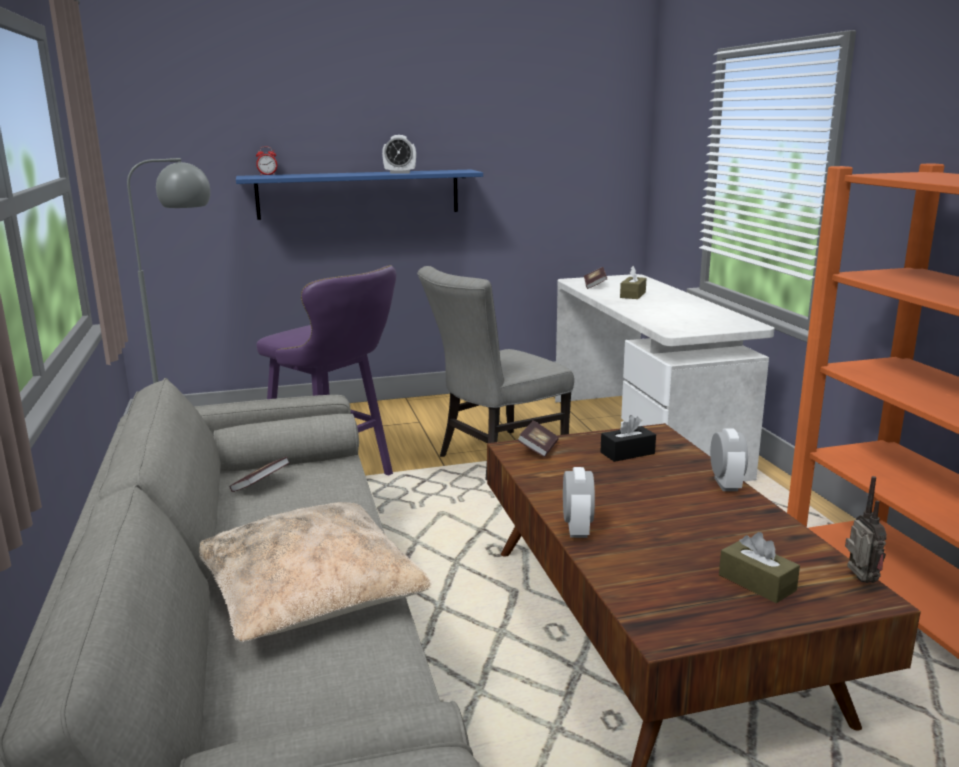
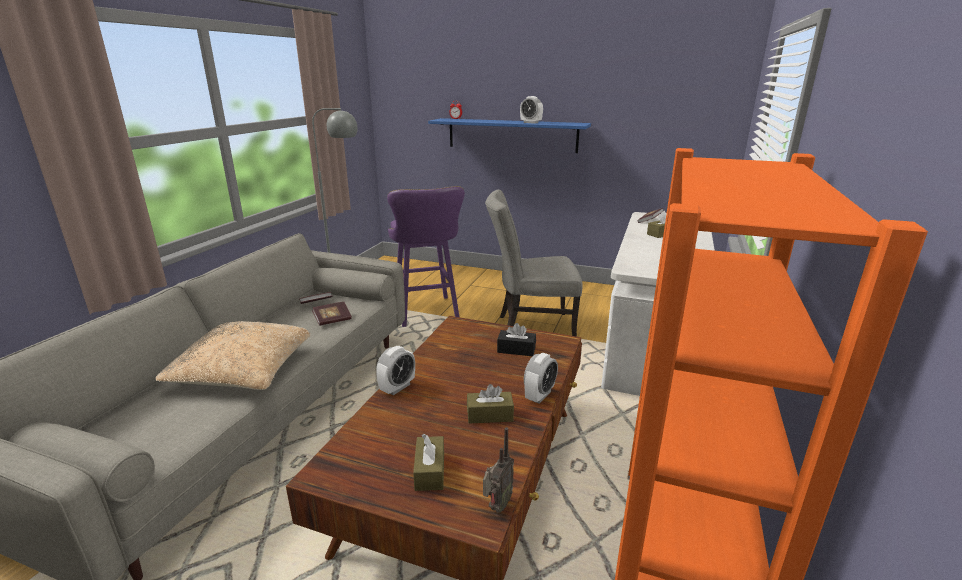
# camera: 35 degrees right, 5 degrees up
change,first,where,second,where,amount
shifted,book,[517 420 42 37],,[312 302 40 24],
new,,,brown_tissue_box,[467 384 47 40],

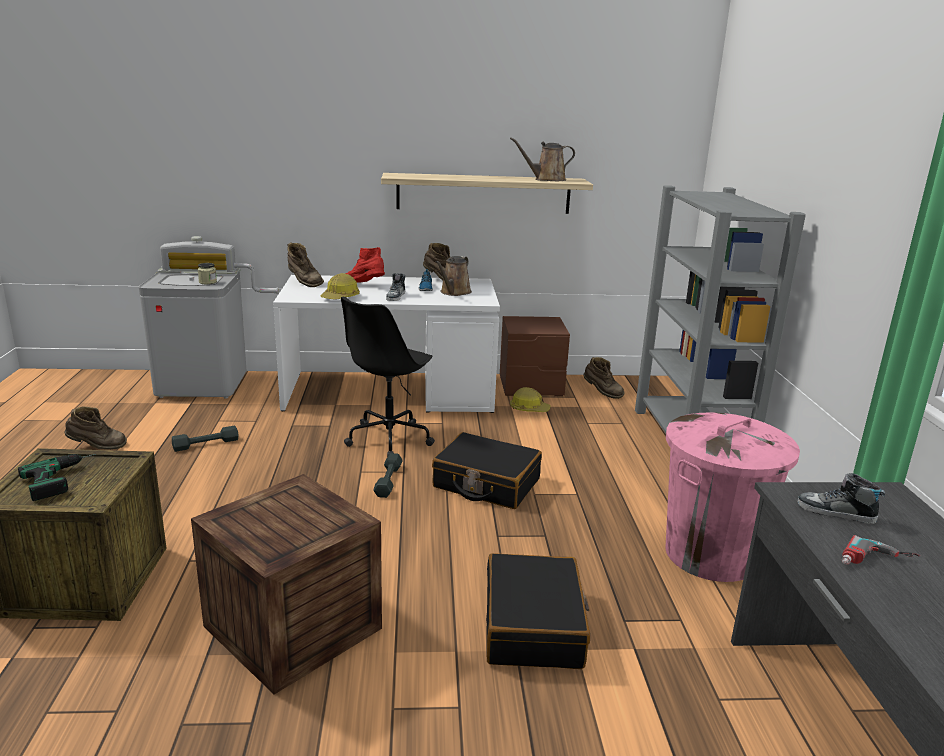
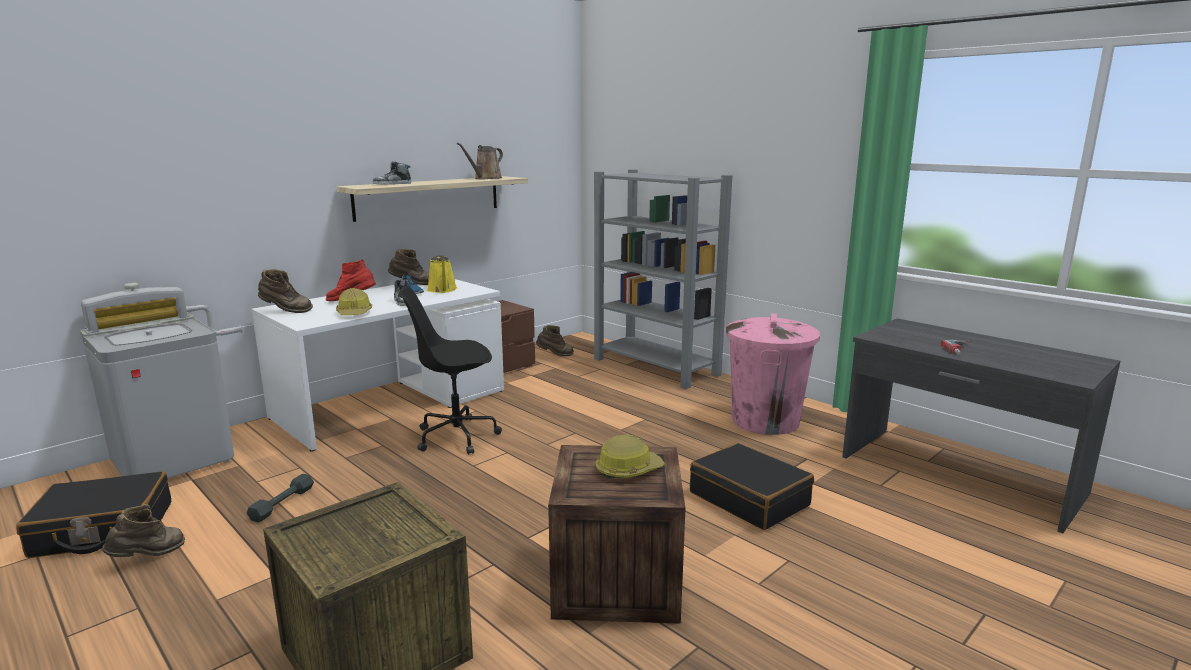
# camera: 40 degrees left, 5 degrees down
change,first,where,second,where,amount
gone,power_drill,[18 454 78 47],,,
gone,jar,[198 263 19 21],,,
rotated,black_office_chair,[341 297 94 160],,[398 286 104 168],90 degrees clockwise
gone,grey_dumbbell,[373 453 30 45],,,
shifted,black_suitcase,[432 432 110 77],,[16 472 155 86],
repainted,brown_watering_can,[435 256 37 40],yellow_watering_can,[427 255 30 38],
shifted,hard_hat,[510 387 41 25],,[596 435 69 44],
shifted,shoe,[797 473 88 51],,[373 161 38 24],

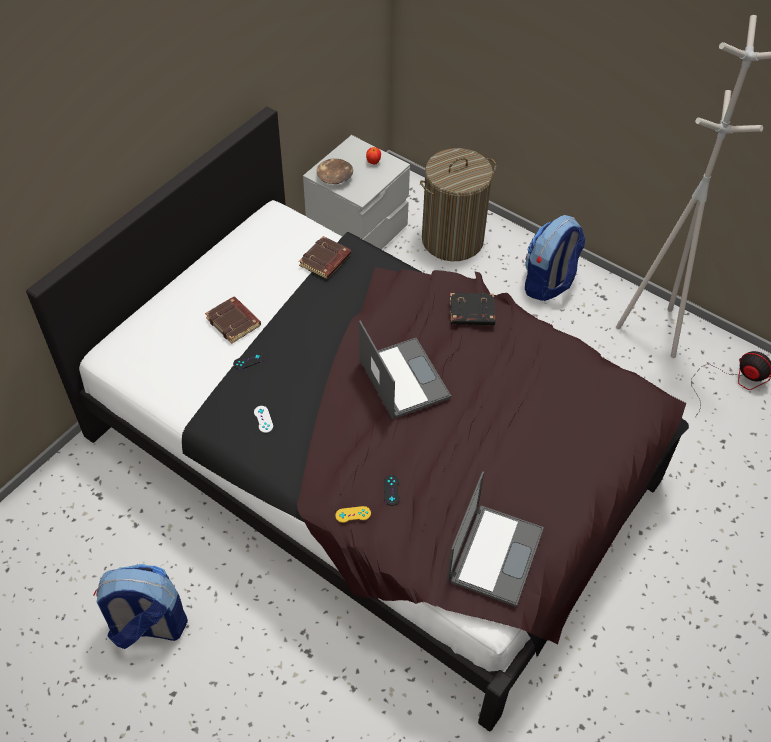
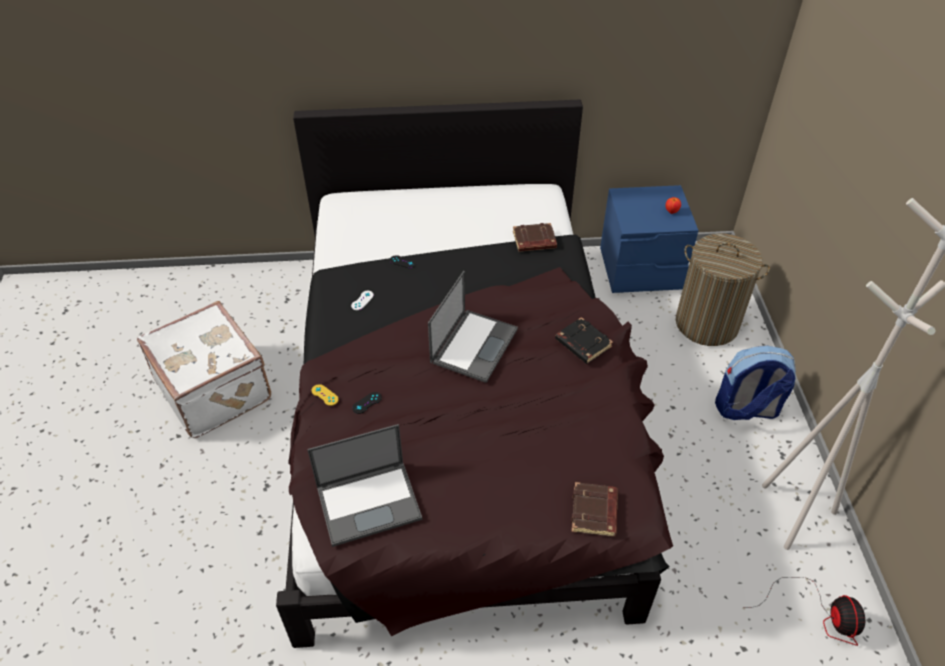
# camera: 50 degrees right, 5 degrees down
change,first,where,second,where,amount
swapped,backpack,[94 564 94 85],white_suitcase,[137 301 134 137],
shifted,brown_book,[205 297 56 47],,[571 482 47 55],
repainted,white_nightstand,[303 135 107 115],blue_nightstand,[600 185 99 108],
gone,brown_bowl,[317 159 36 25],,,

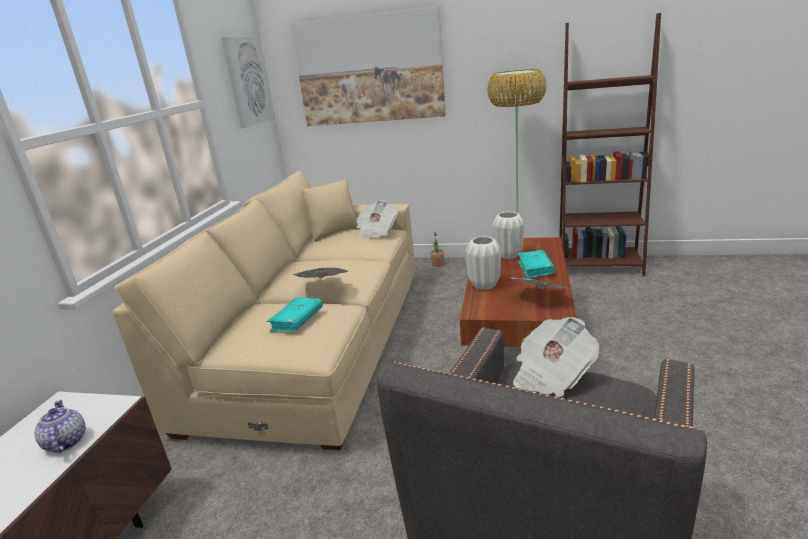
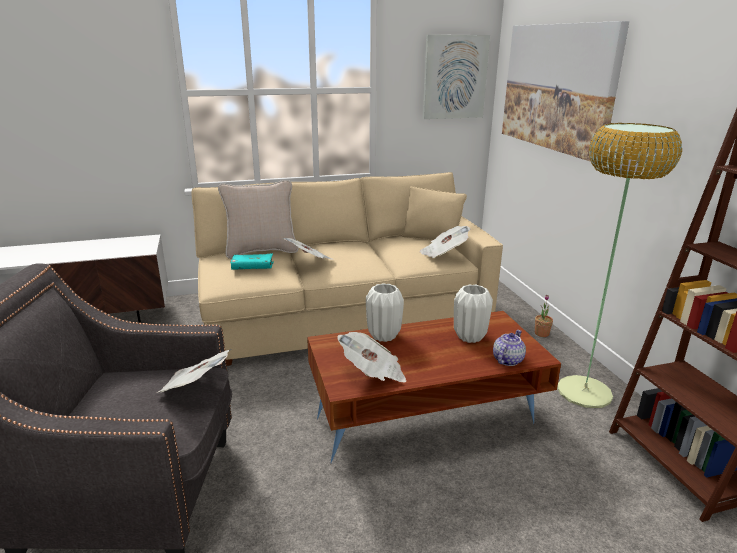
# camera: 60 degrees right, 0 degrees up
change,first,where,second,where,amount
shifted,teapot,[34 400 52 53],,[493 330 33 36],
gone,turquoise_book,[518 250 37 29],,,
new,,,beige_pillow,[218 180 81 79],

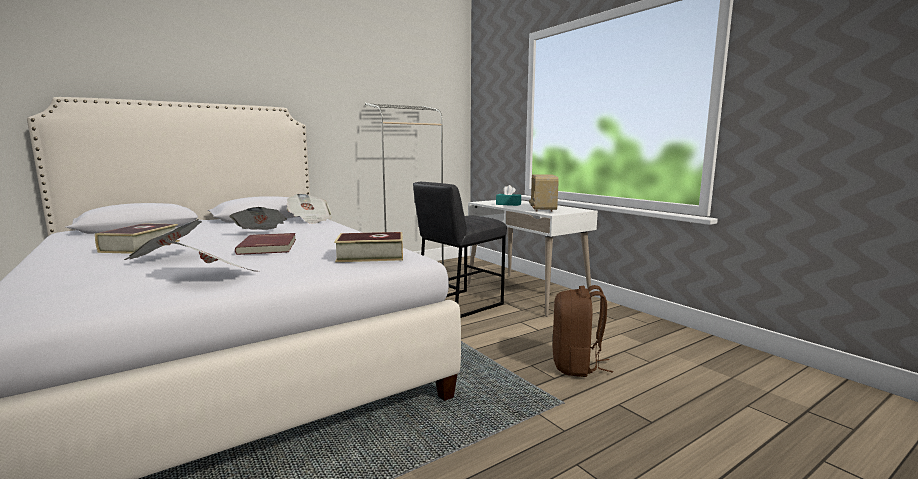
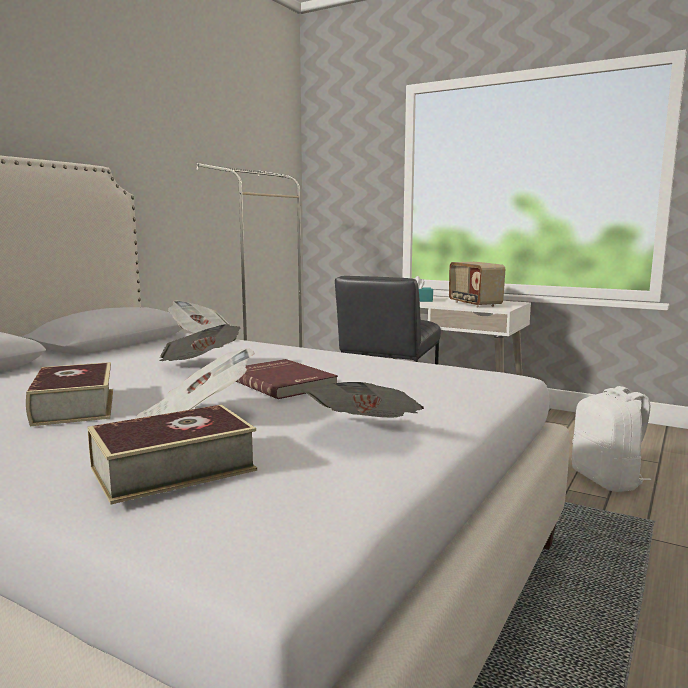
# camera: 25 degrees left, 0 degrees up
change,first,where,second,where,amount
shifted,book,[334 232 69 30],,[87 405 170 99],
repainted,brown_backpack,[553 285 60 92],white_backpack,[572 386 79 106],

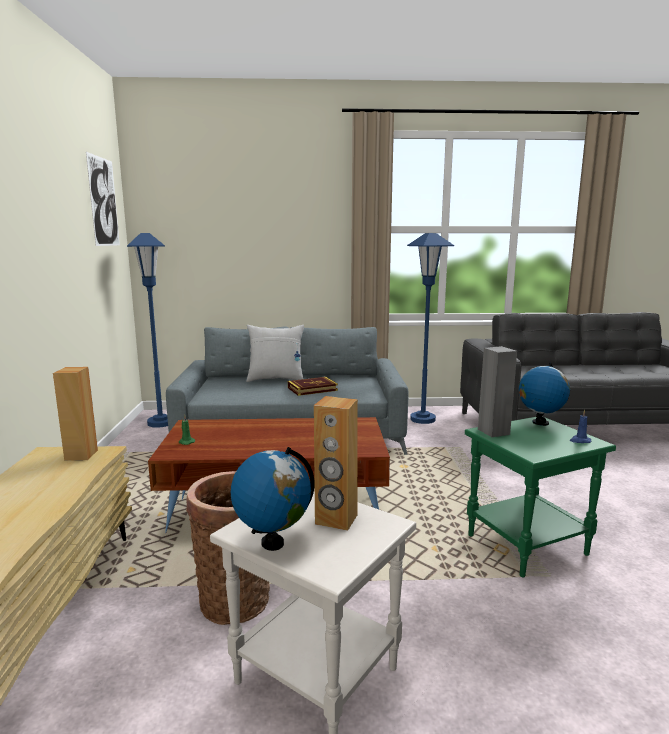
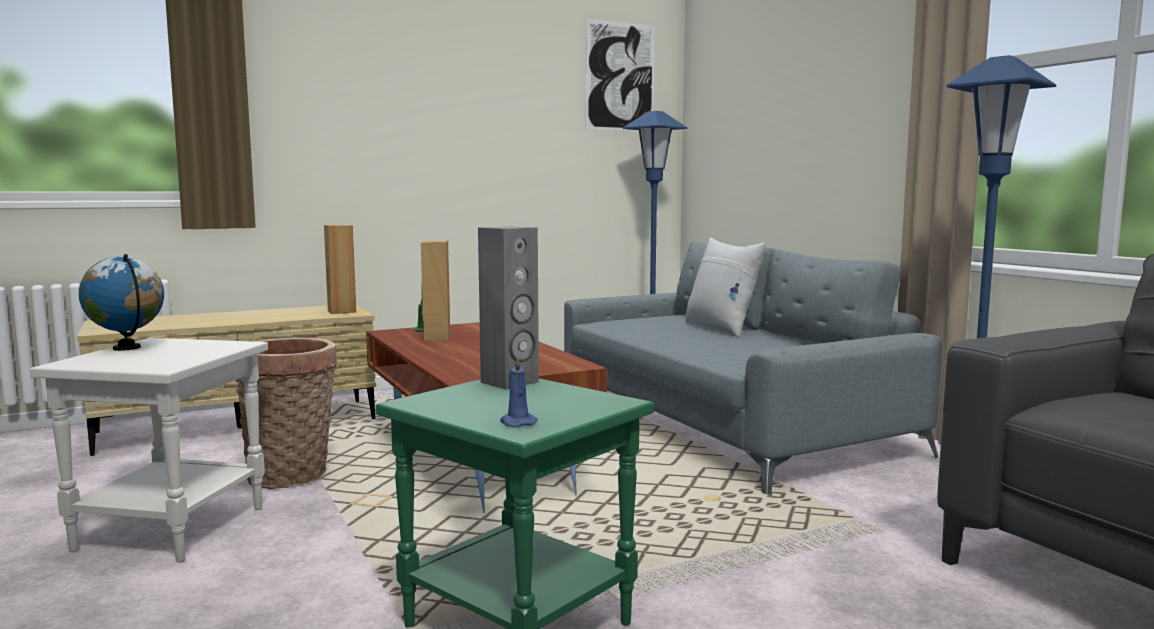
# camera: 65 degrees right, 5 degrees down
change,first,where,second,where,amount
gone,book,[288 377 50 19],,,
shifted,brown_speaker,[314 396 44 135],,[421 241 29 100],
gone,globe,[519 363 51 63],,,

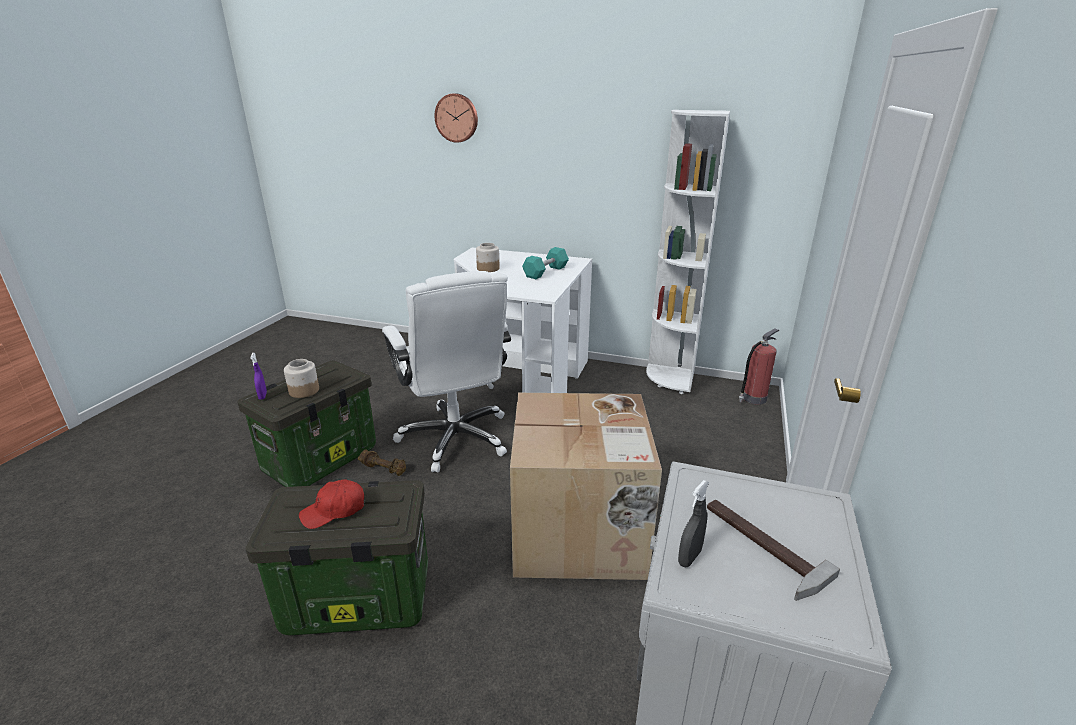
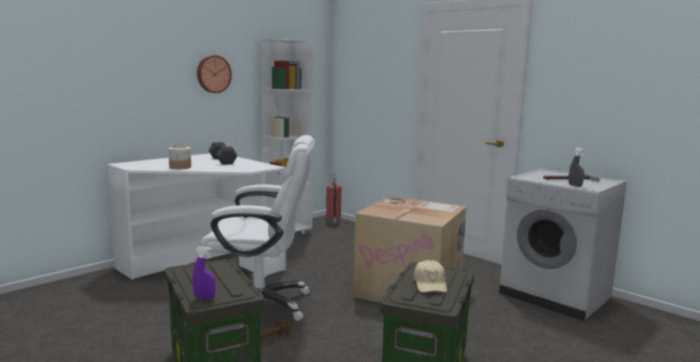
# camera: 65 degrees left, 15 degrees down
change,first,where,second,where,amount
gone,jar,[284 359 35 39],,,
repainted,red_cap,[299 479 65 50],beige_cap,[413 260 34 33],
shifted,wall_clock,[434 93 44 50],,[197 55 35 38],
repainted,turquoise_dumbbell,[522 247 47 32],black_dumbbell,[208 142 29 23],

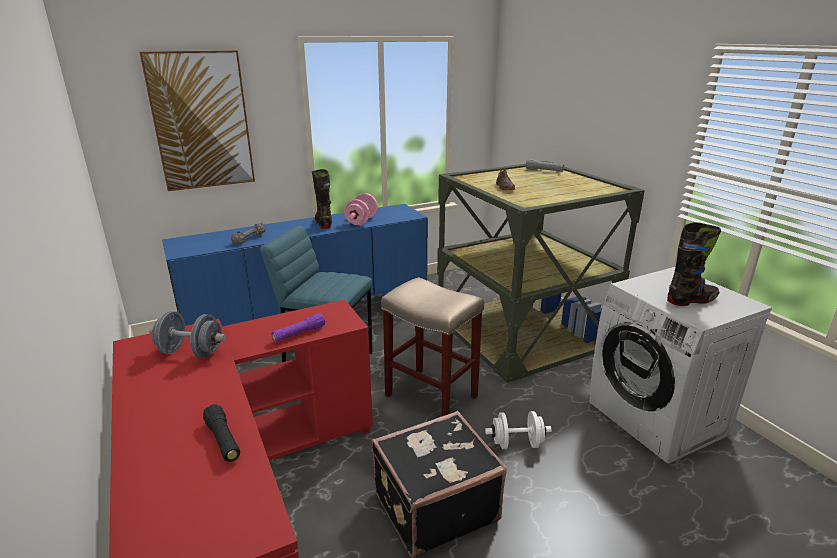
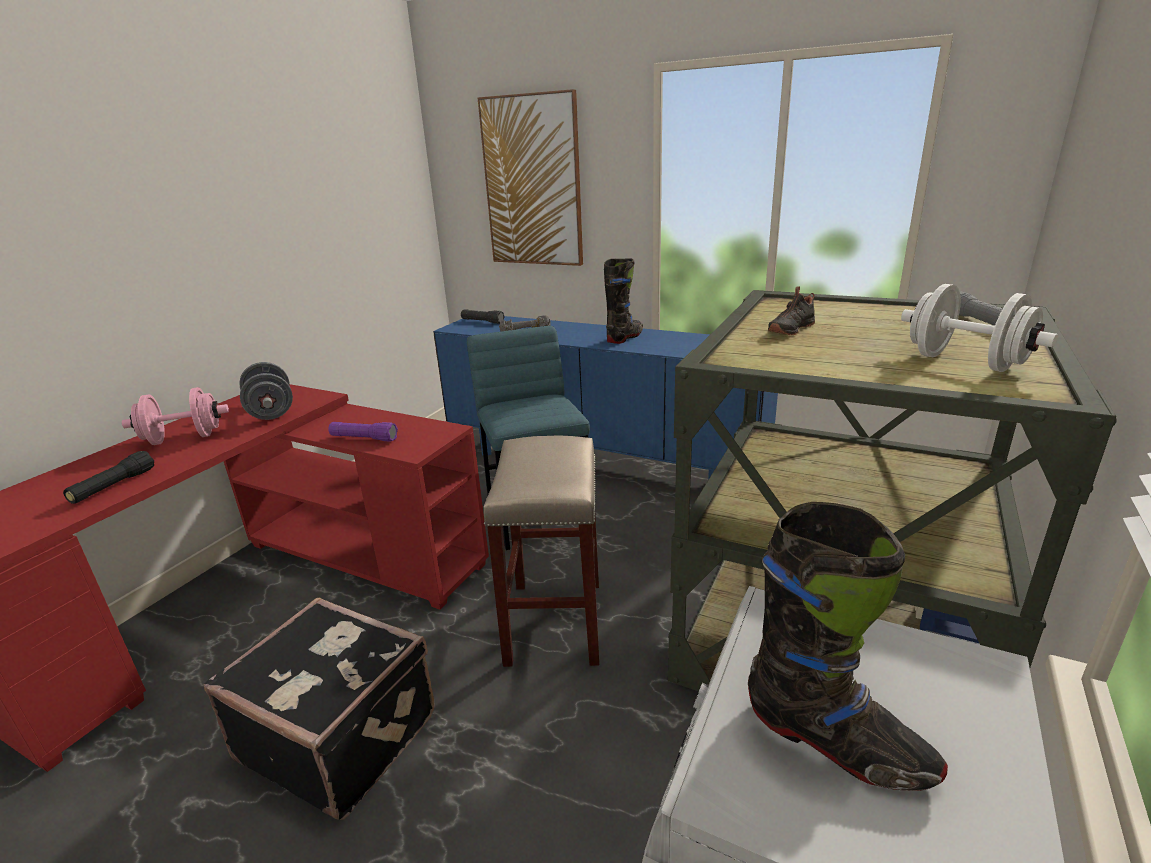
# camera: 55 degrees right, 0 degrees up
change,first,where,second,where,amount
shifted,pink_dumbbell,[344 193 34 32],,[122 387 107 58],
shifted,white_dumbbell,[485 411 66 38],,[901 284 157 88],
new,,,black_flashlight,[461 309 44 15],

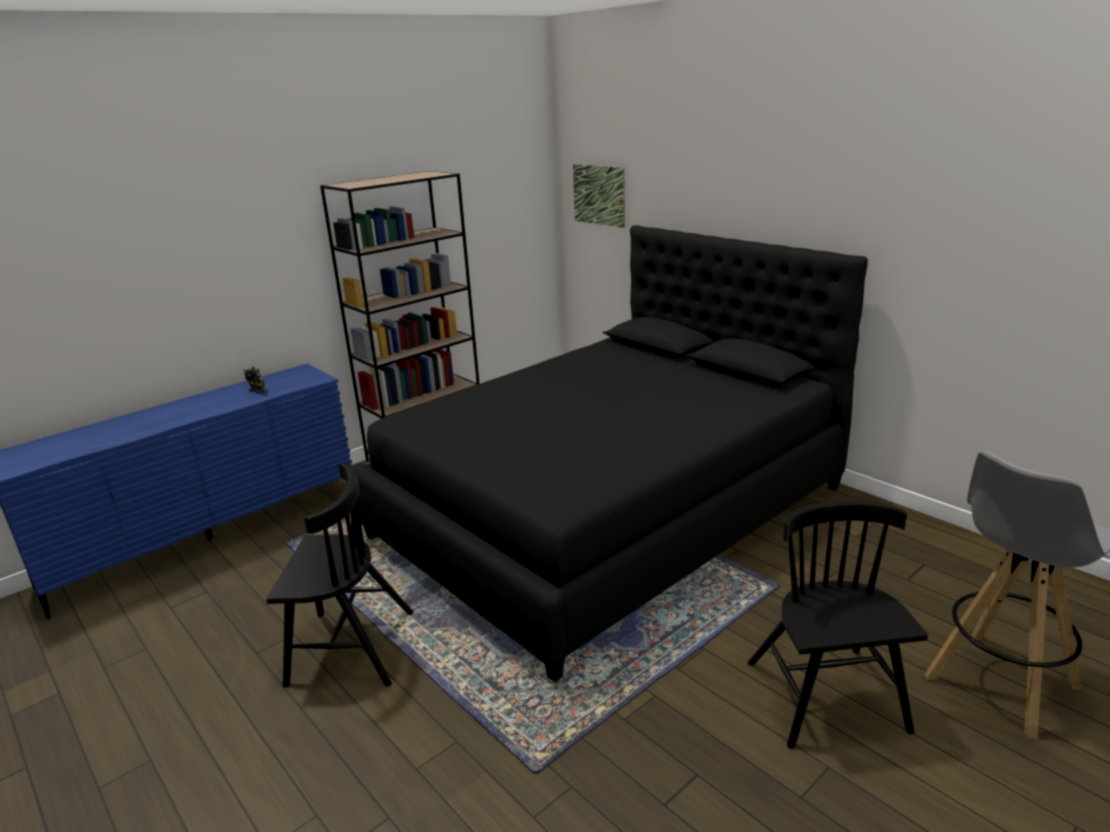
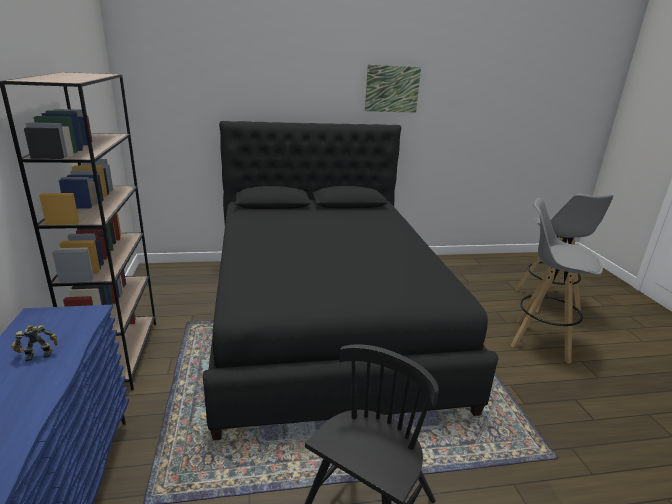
# camera: 60 degrees left, 0 degrees up
change,first,where,second,where,amount
shifted,picture,[573 164 52 64],,[365 65 56 48],
swapped,black_chair,[748 500 180 249],grey_stool,[510 198 93 166],

